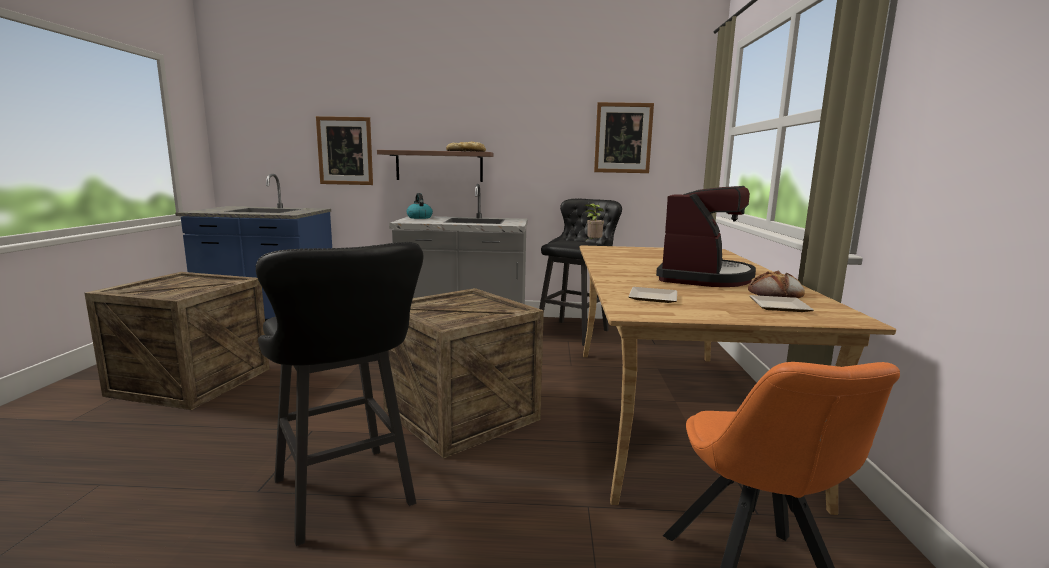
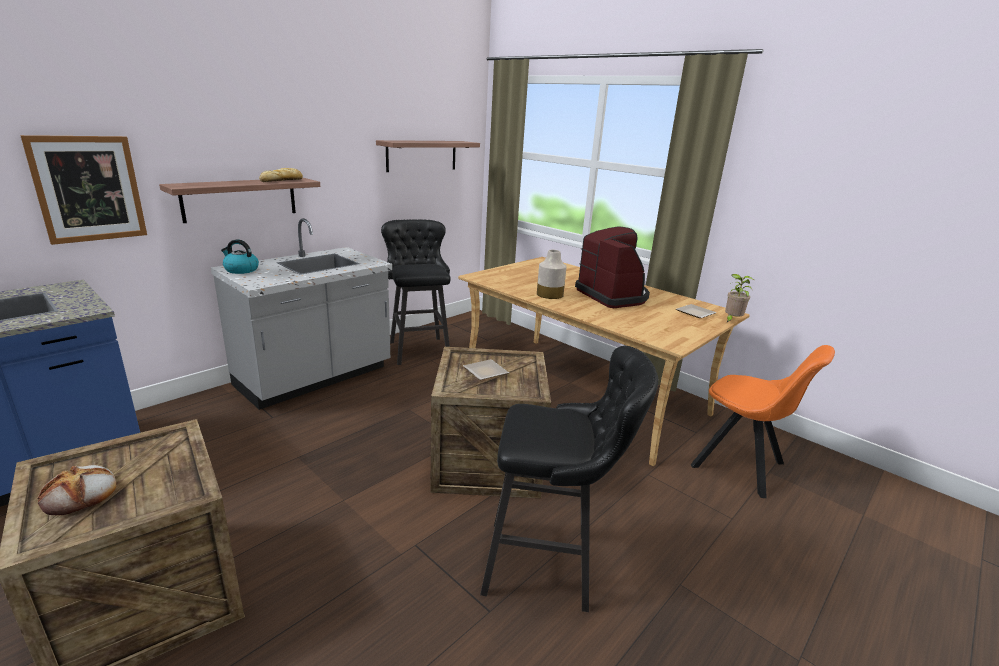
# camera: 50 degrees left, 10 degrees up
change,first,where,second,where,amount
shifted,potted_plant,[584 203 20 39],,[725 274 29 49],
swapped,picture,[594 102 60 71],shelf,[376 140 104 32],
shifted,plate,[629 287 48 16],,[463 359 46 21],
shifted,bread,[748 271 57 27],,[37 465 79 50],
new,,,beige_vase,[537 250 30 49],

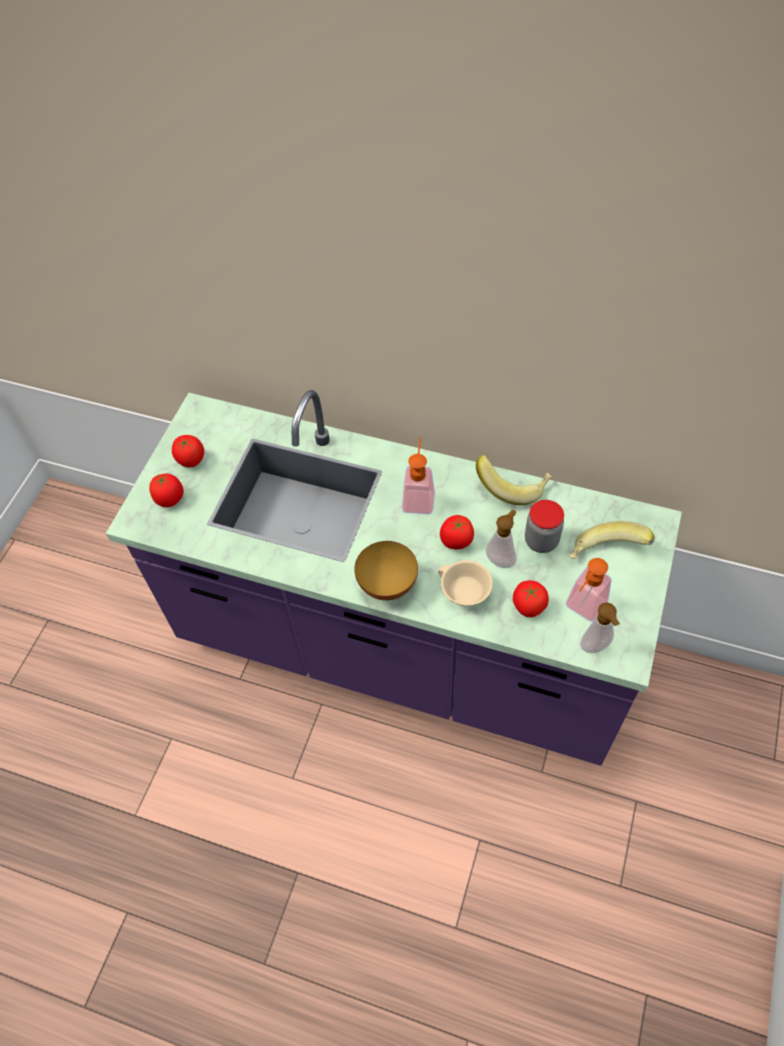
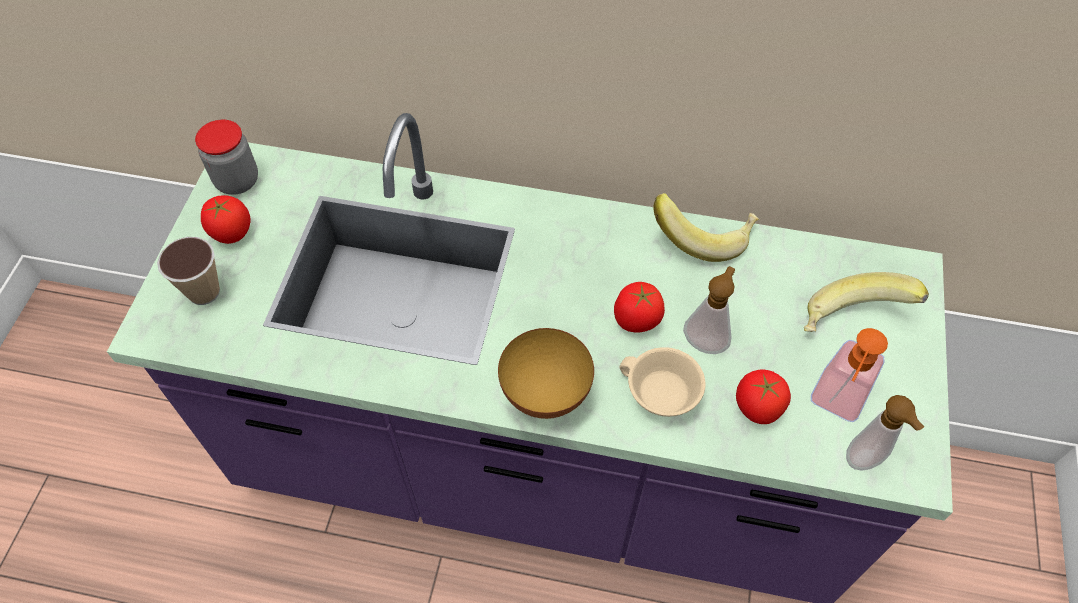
# camera: 10 degrees left, 0 degrees up
change,first,where,second,where,amount
swapped,tomato,[149 474 35 33],cup,[157 237 63 68],
gone,soap_dispenser,[402 437 33 77],,,
shifted,jar,[525 500 39 53],,[195 120 63 75],

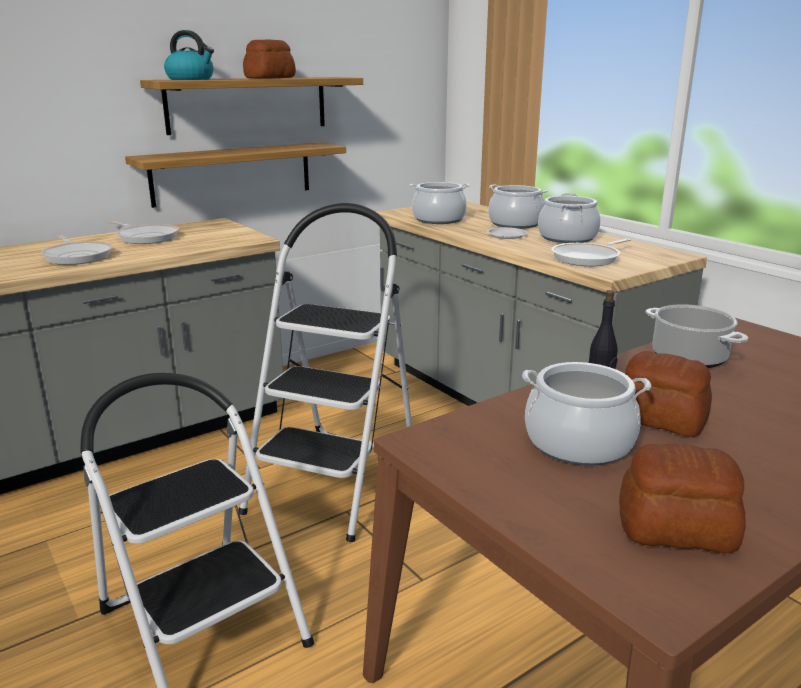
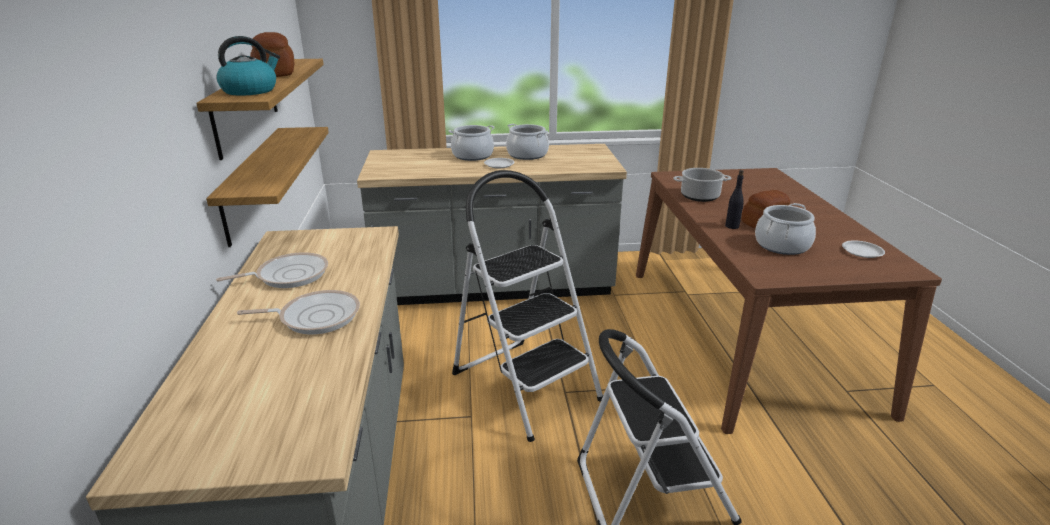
# camera: 60 degrees left, 5 degrees up
change,first,where,second,where,amount
gone,cooking_pot,[409 182 61 42],,,
gone,frying_pan,[551 239 80 27],,,
swapped,bread,[619 444 126 109],white_plate,[842 240 43 18],

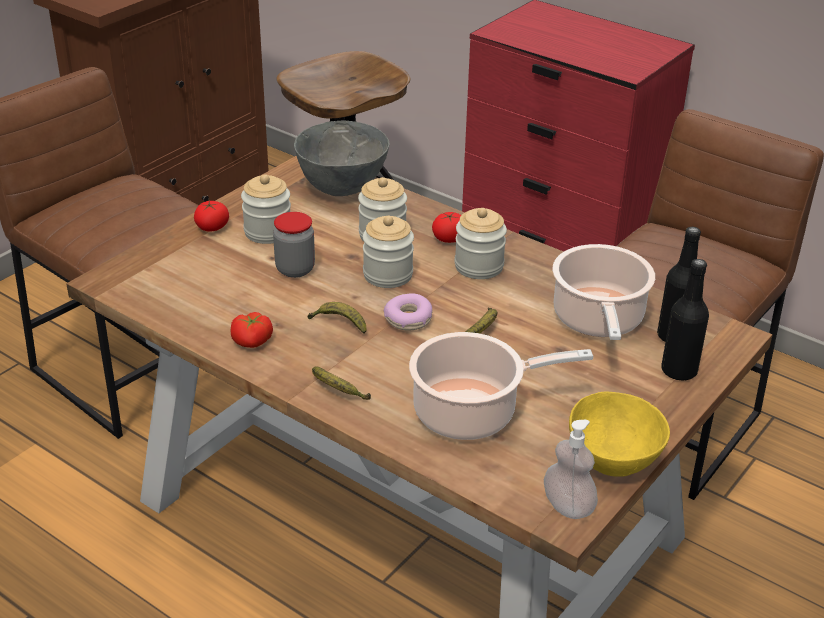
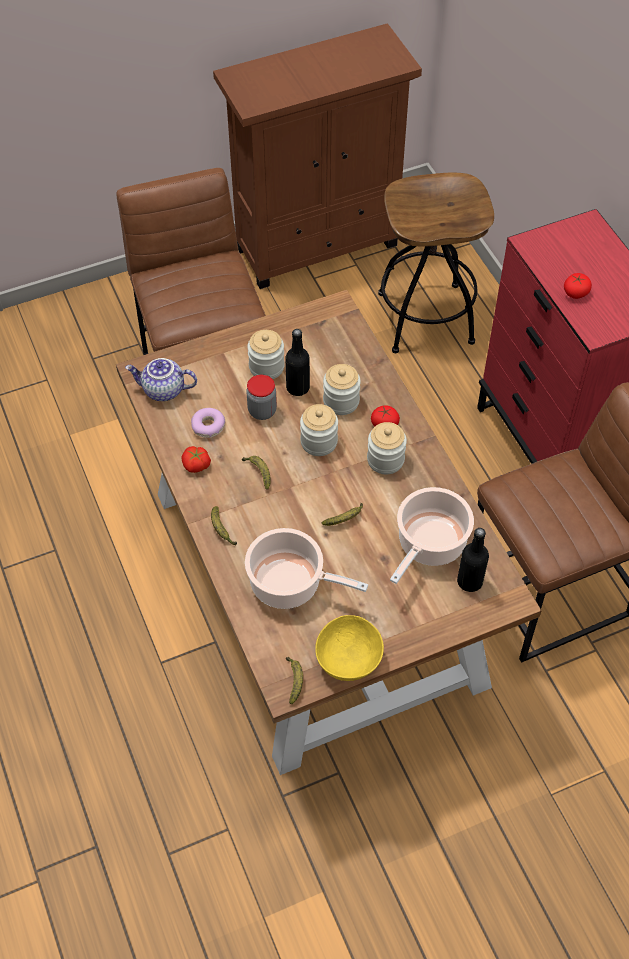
# camera: 30 degrees right, 20 degrees up
change,first,where,second,where,amount
shifted,tomato,[194 201 35 31],,[564 273 28 26],
gone,grey_bowl,[294 121 96 75],,,
shifted,donut,[384 293 49 37],,[191 408 34 30],
swapped,soap_dispenser,[544 420 54 99],banana,[286 657 17 47],
shifted,black_bottle,[661 259 48 121],,[285 329 25 67],
new,,,teapot,[125 358 72 43],

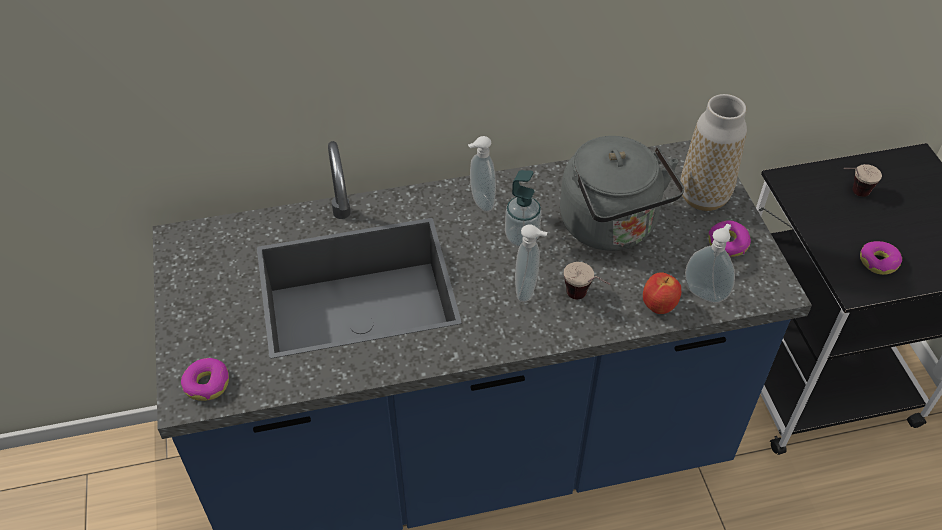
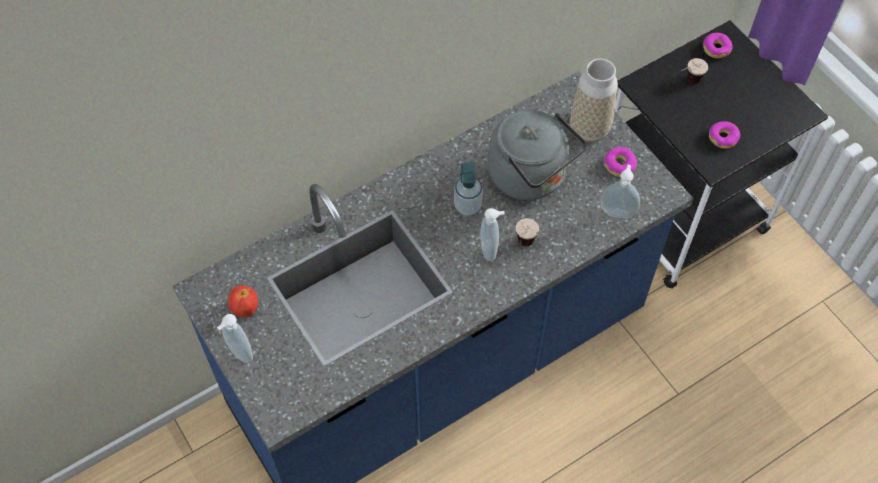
# camera: 20 degrees left, 10 degrees up
change,first,where,second,where,amount
shifted,donut,[181 358 48 43],,[703 33 30 25],
shifted,soap_dispenser,[468 136 28 76],,[217 314 36 49],
shifted,apple,[643 272 38 42],,[228 286 30 32],

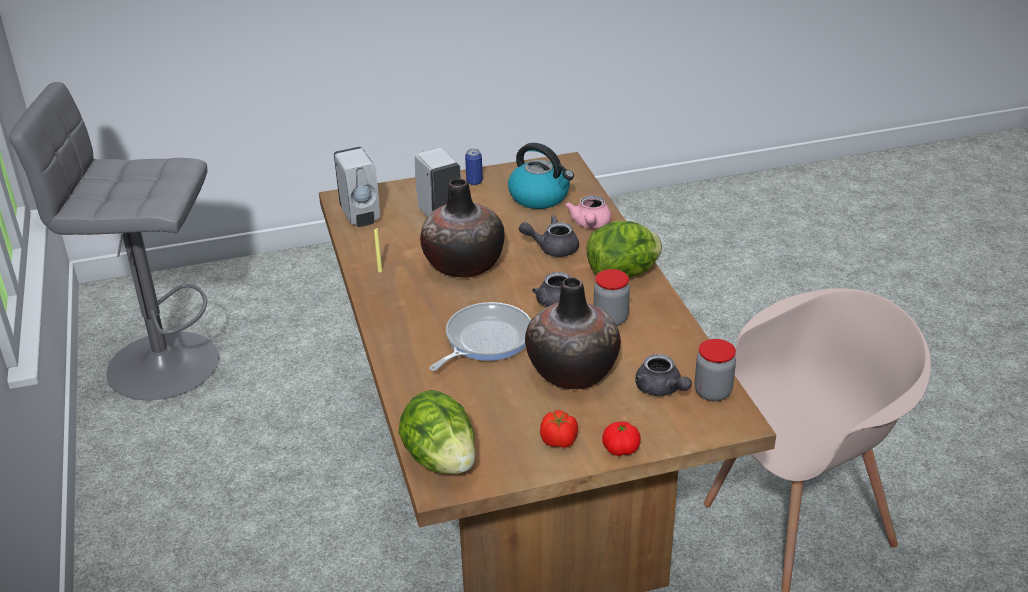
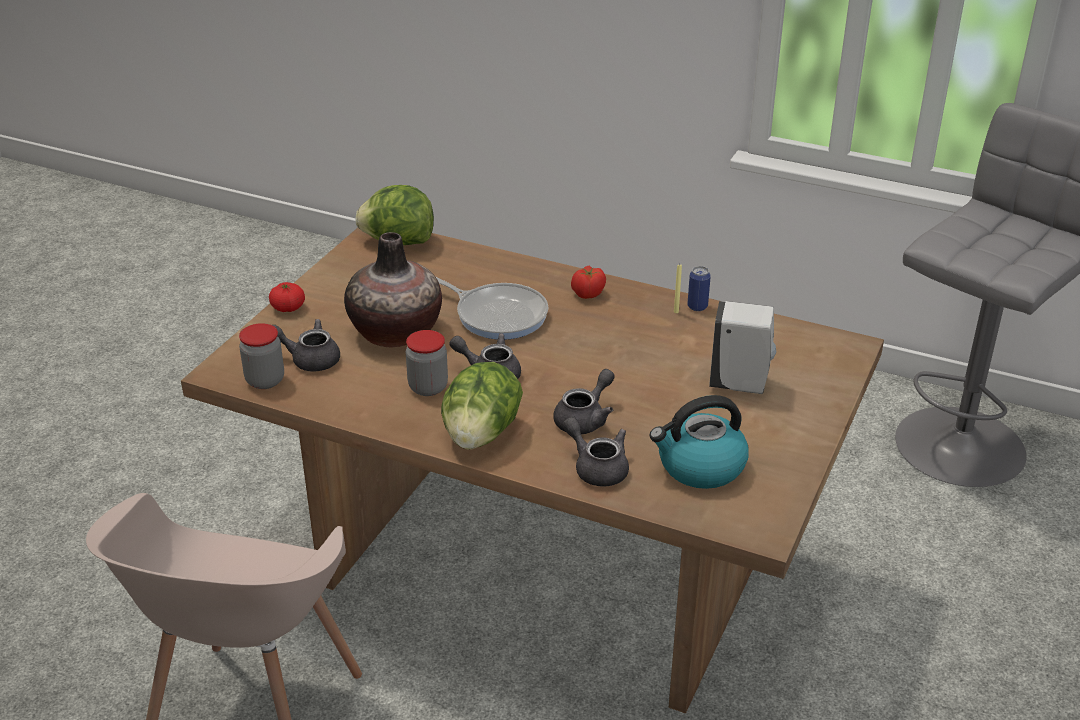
# camera: 130 degrees right, 0 degrees up
change,first,where,second,where,amount
gone,white_soap_dispenser,[334 147 46 80],,,
gone,vase,[420 179 85 99],,,
rotated,frying_pan,[429 302 102 69],,[436 277 112 62],45 degrees counterclockwise
shifted,can,[465 148 18 37],,[687 266 24 45],
shifted,tomato,[540 410 38 38],,[571 265 35 34],
repainted,pink_teapot,[565 195 46 33],grey_teapot,[563 417 66 70],

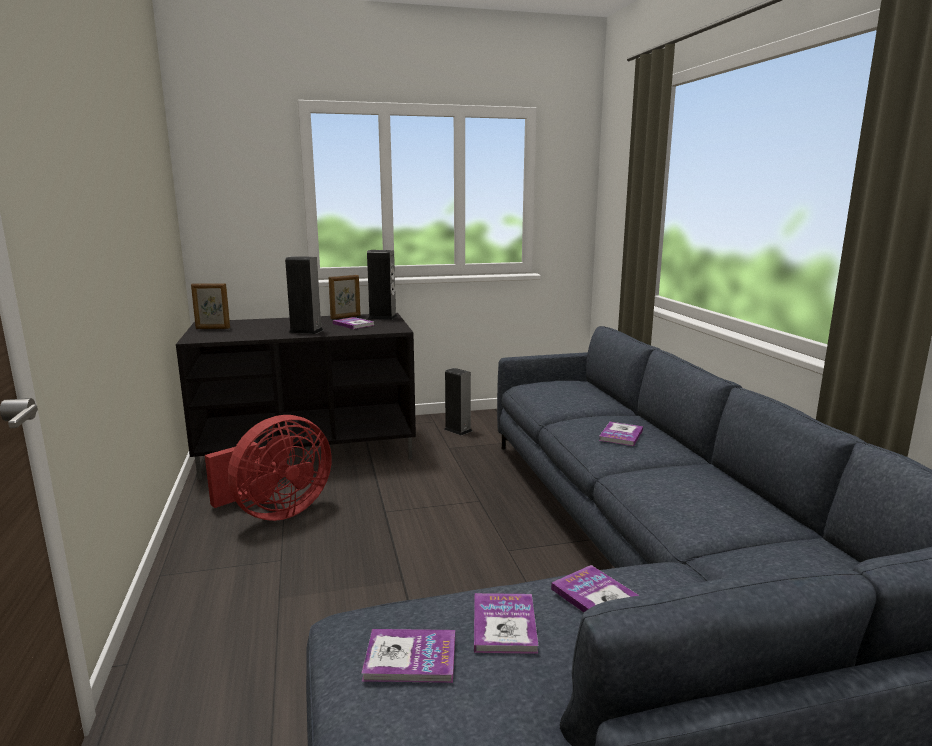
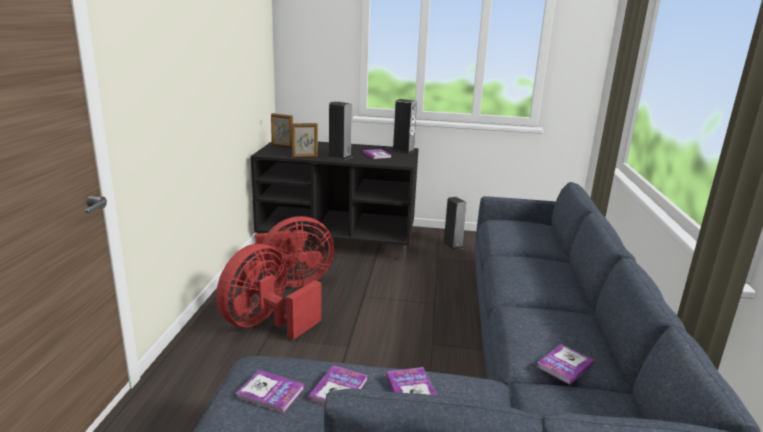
# camera: 20 degrees right, 5 degrees up
change,first,where,second,where,amount
shifted,picture_frame,[329 275 31 44],,[292 123 26 35],
shifted,book,[599 422 44 24],,[537 344 57 41],
new,,,red_fan,[216 244 105 96],

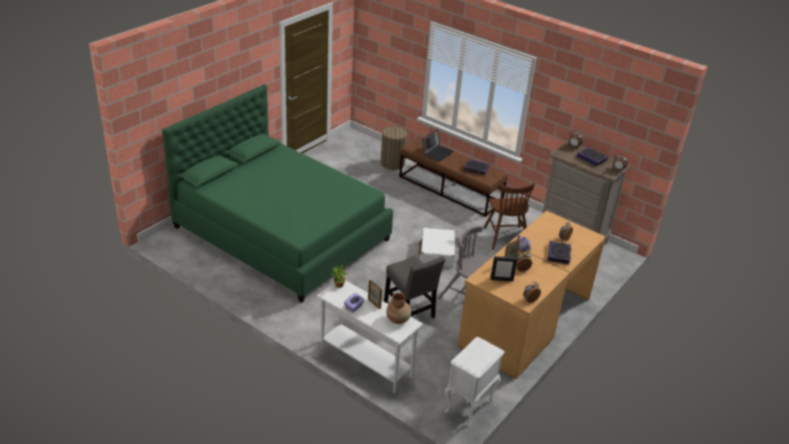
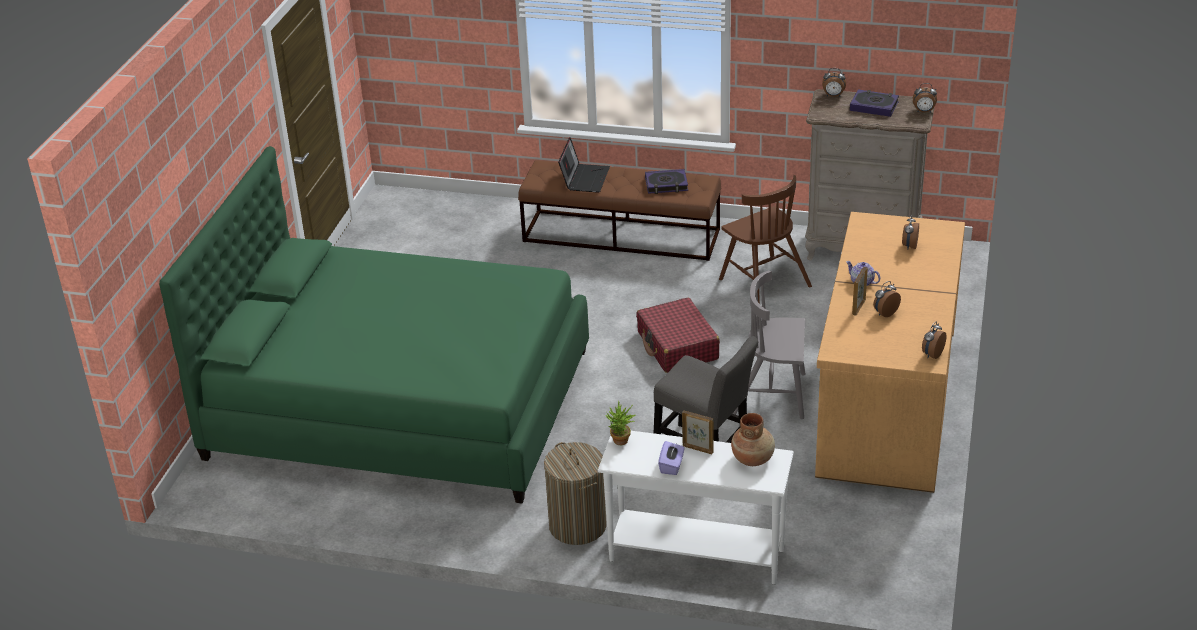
# camera: 20 degrees left, 0 degrees up
change,first,where,second,where,amount
shifted,laundry_basket,[381 126 27 44],,[544 442 63 103],
repainted,white_suitcase,[419 228 36 40],red_suitcase,[636 298 84 75],
gone,white_nightstand,[445 337 59 90],,,
gone,picture_frame,[491 256 26 25],,,
gone,book,[547 241 24 24],,,

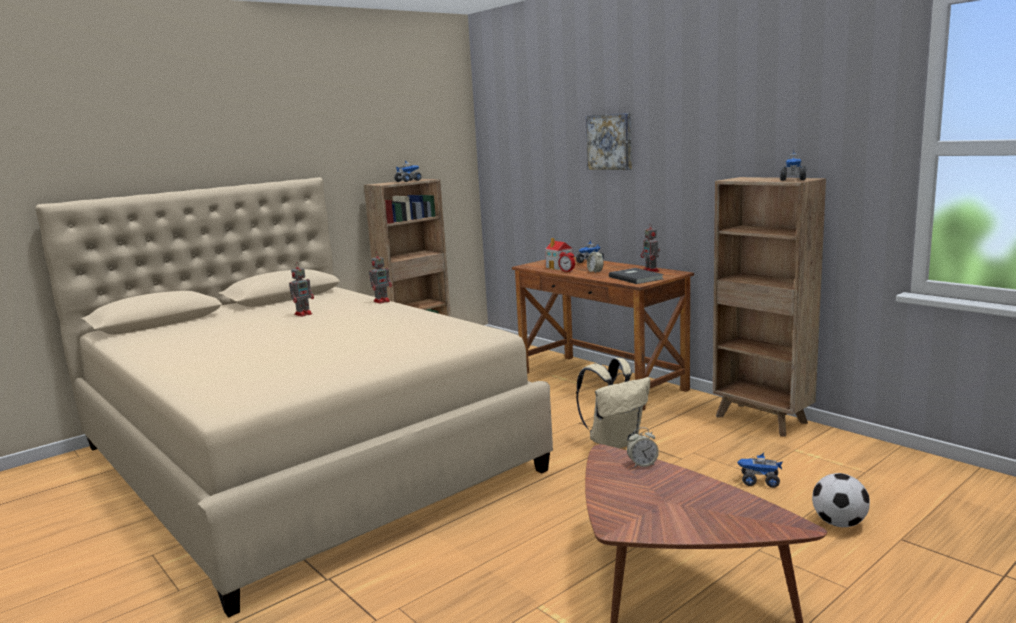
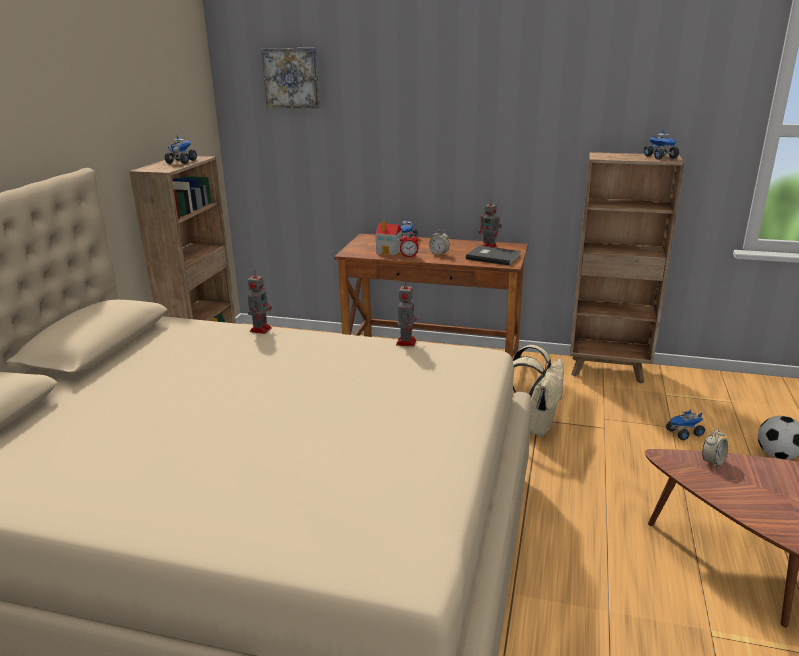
# camera: 35 degrees left, 10 degrees up
change,first,where,second,where,amount
shifted,toy_robot,[289 262 25 55],,[396 280 21 67],
shifted,picture,[586 113 45 57],,[261 48 59 60],

